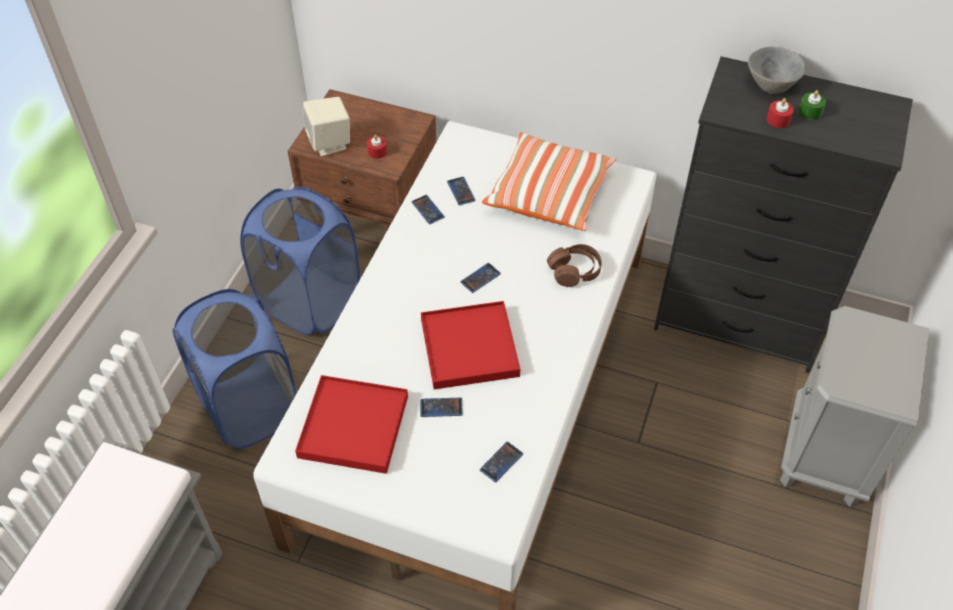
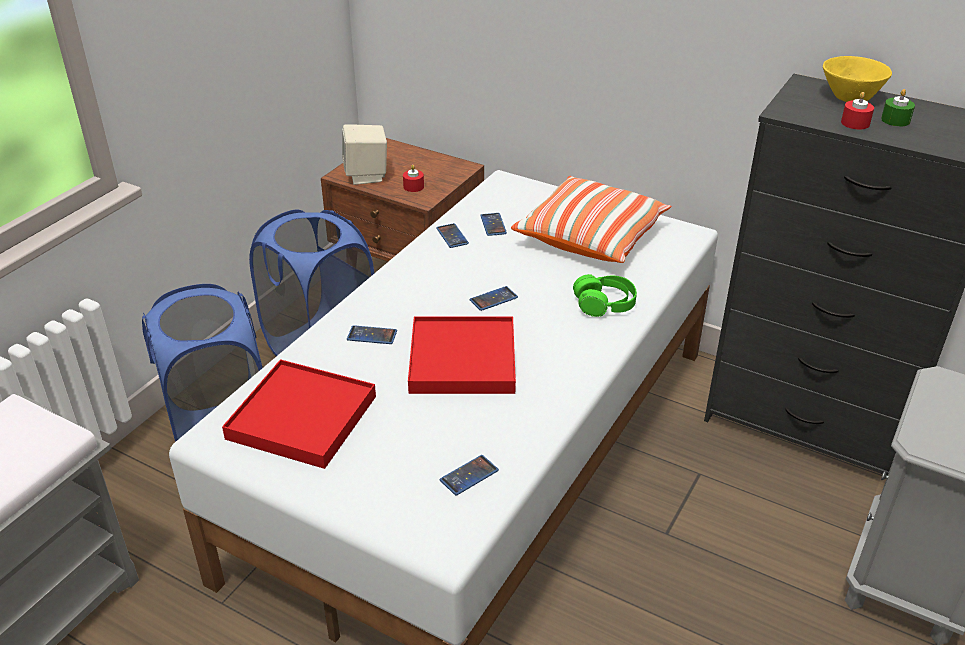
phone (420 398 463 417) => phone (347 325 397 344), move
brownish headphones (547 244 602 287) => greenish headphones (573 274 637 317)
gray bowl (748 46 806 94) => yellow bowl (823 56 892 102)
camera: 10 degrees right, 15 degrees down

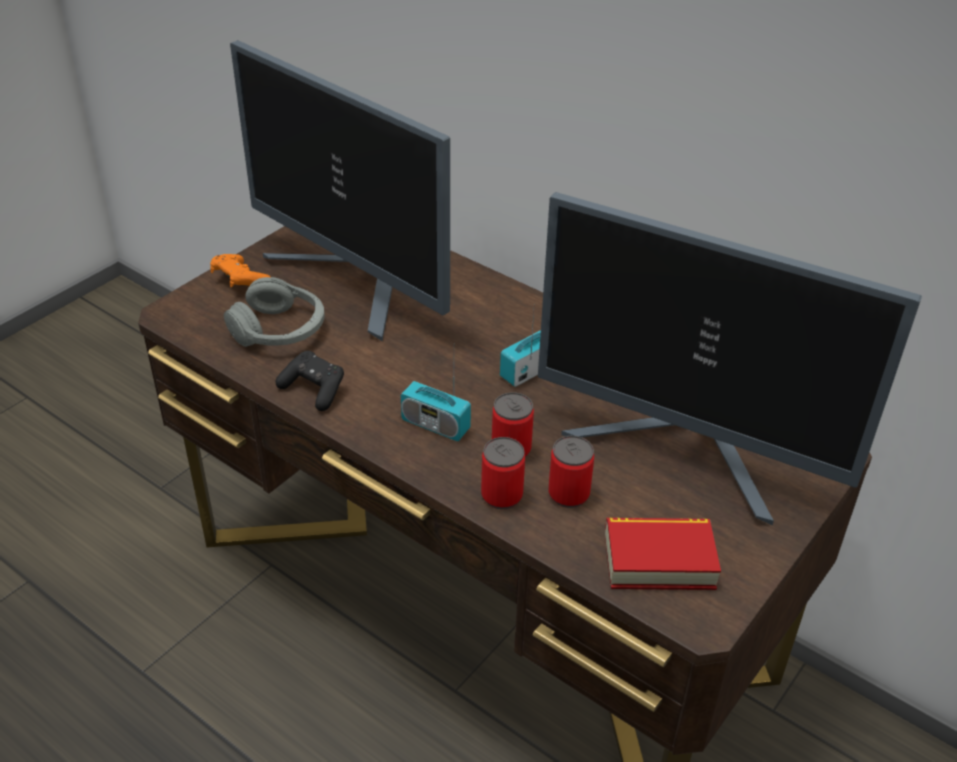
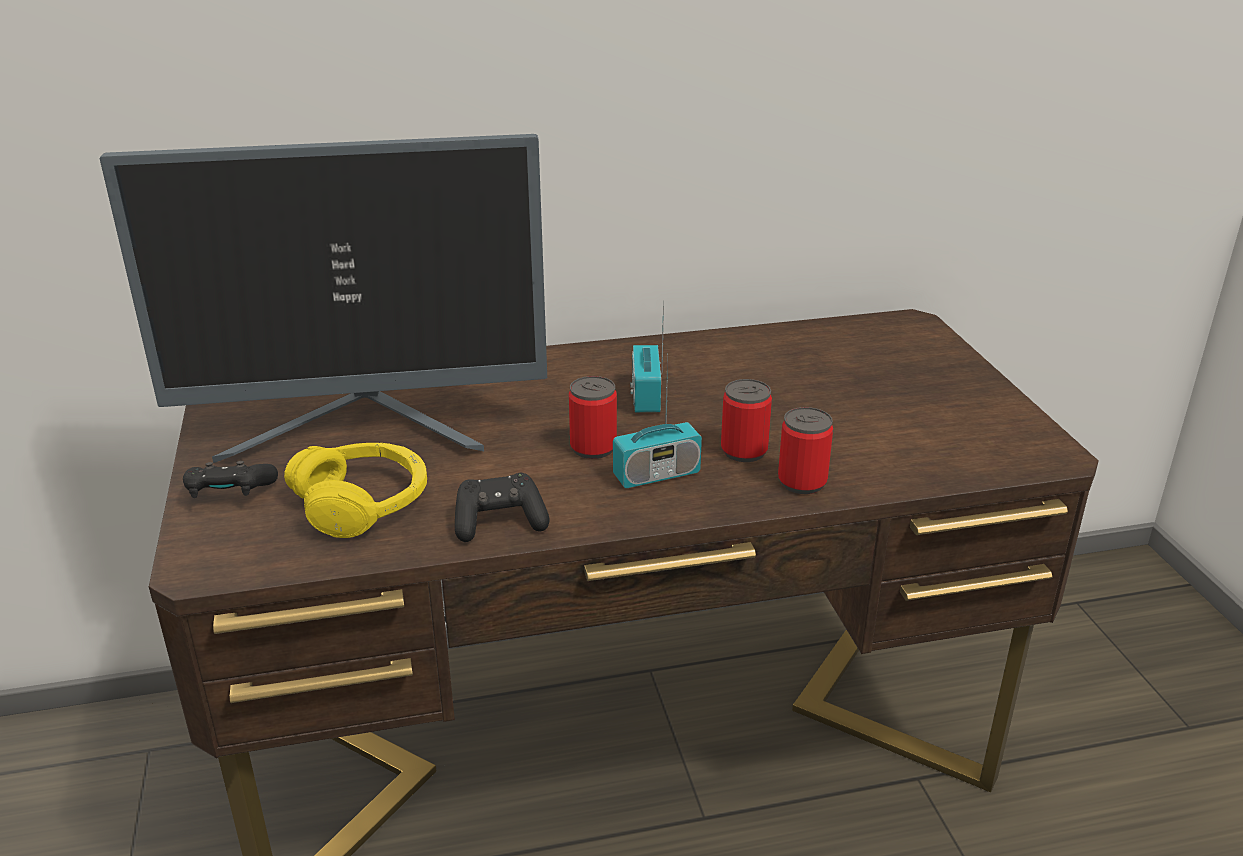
orange-coloured game controller (210 254 270 287) => black-coloured game controller (183 461 278 498)
gray headphones (224 277 325 347) => yellow headphones (284 443 427 538)
can (548 436 594 508) => can (569 376 617 459), move
computer screen (538 192 922 525) => nothing
volume (605 518 721 590) => nothing
camera: 50 degrees left, 10 degrees down

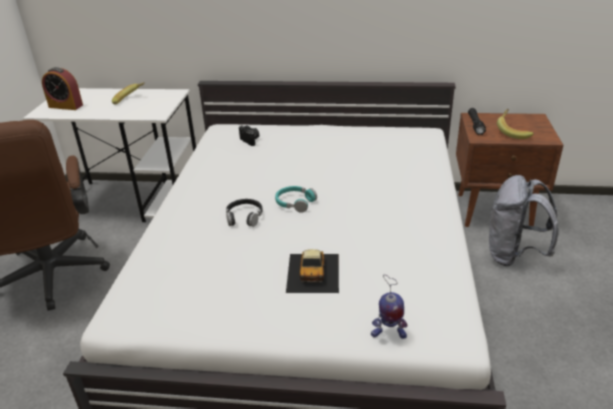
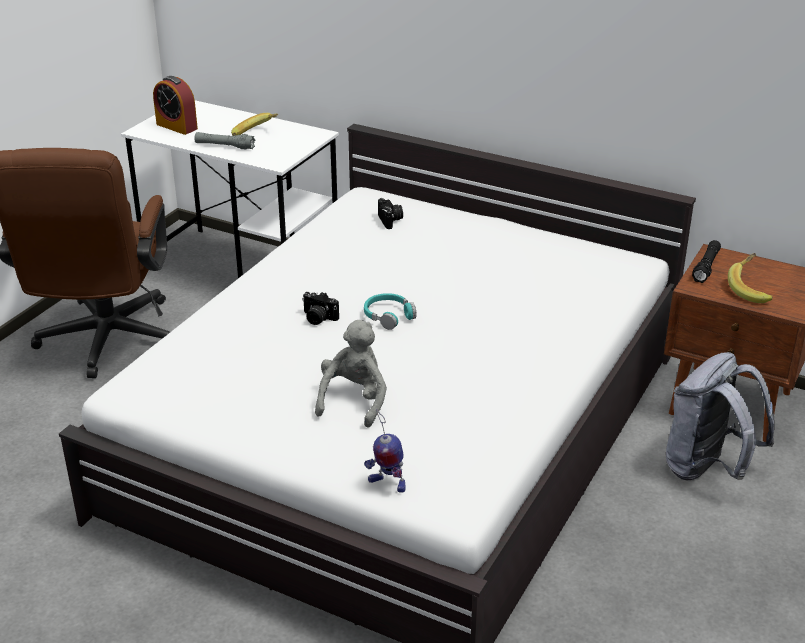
nothing => gray torch (194 132 255 150)
black-coloured headphones (226 199 263 227) => still camera (302 292 339 325)
model car (286 249 339 293) => gray cuddly toy (315 320 387 428)
camera: 20 degrees right, 0 degrees up

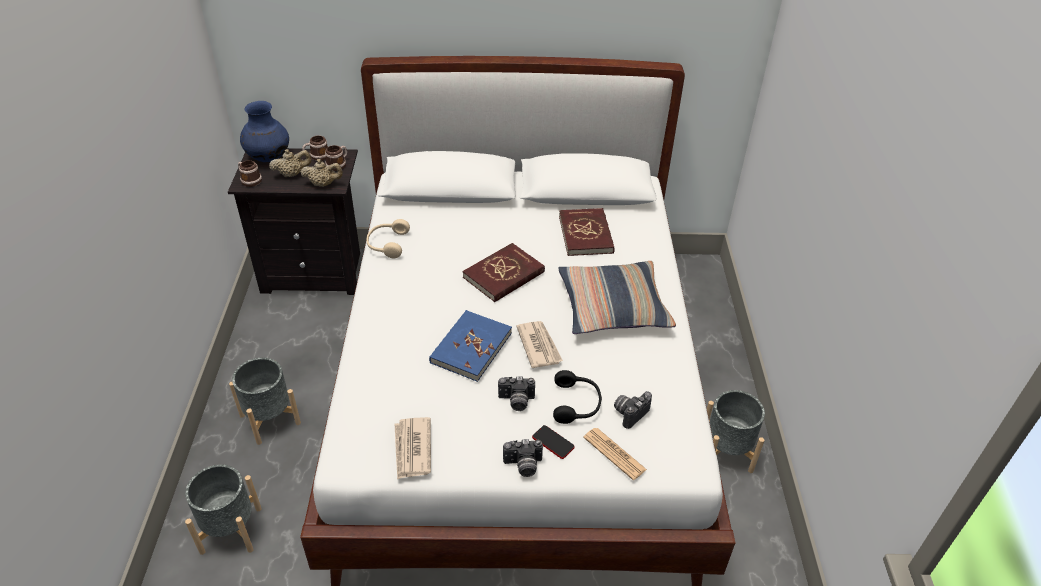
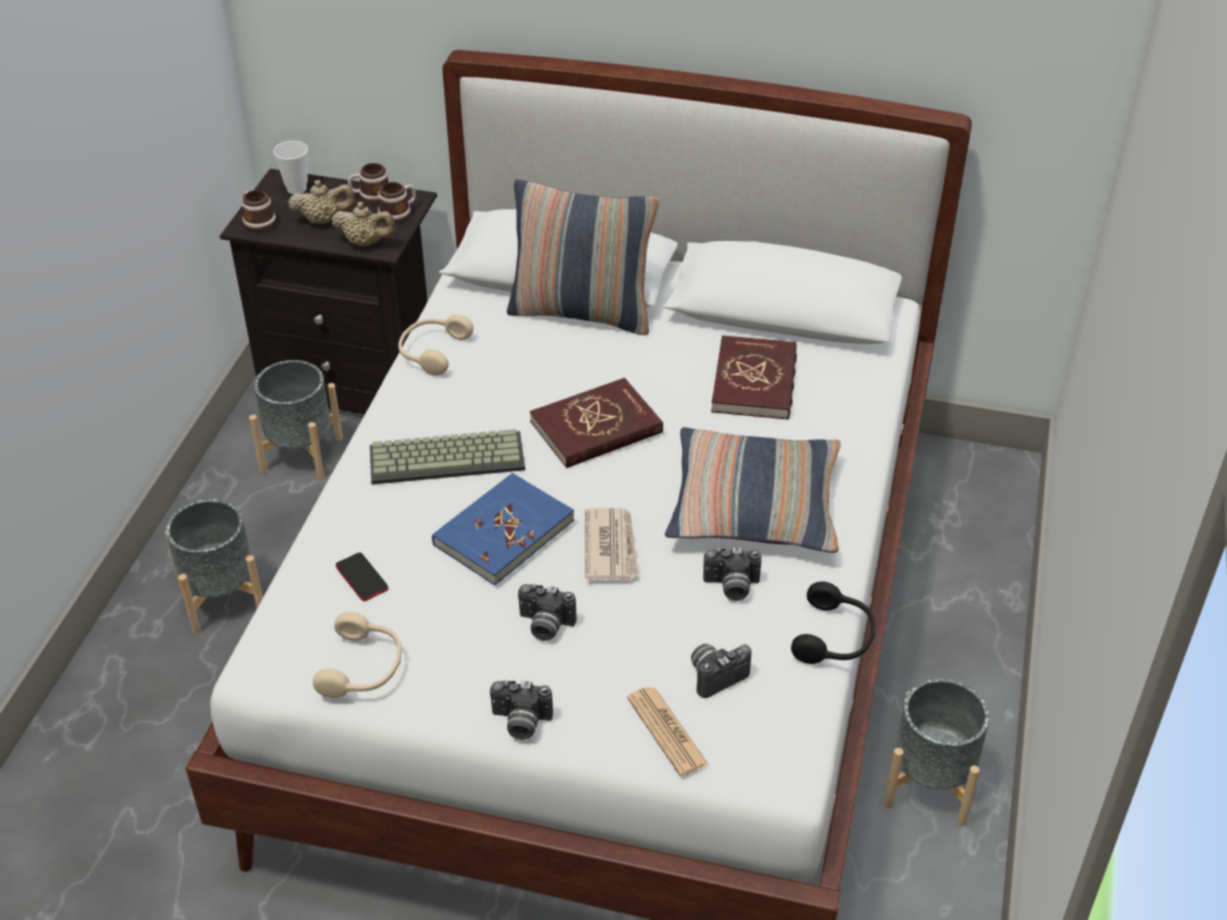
gray flower pot (185 465 262 555) => gray flower pot (249 360 343 481), move
blue flower vase (240 101 289 162) => drinking cup (273 141 308 194)
daily paper (395 417 431 480) => sand-coloured headphones (313 612 401 698)
phone (532 425 575 459) => phone (336 552 388 601), move
nothing => computer keyboard (370 429 525 484)
nothing => throw pillow (507 179 659 335)
nothing => still camera (703 547 761 601)
black-coloured headphones (553 370 602 424) => black-coloured headphones (791 581 875 664), move
camera: 15 degrees right, 0 degrees up

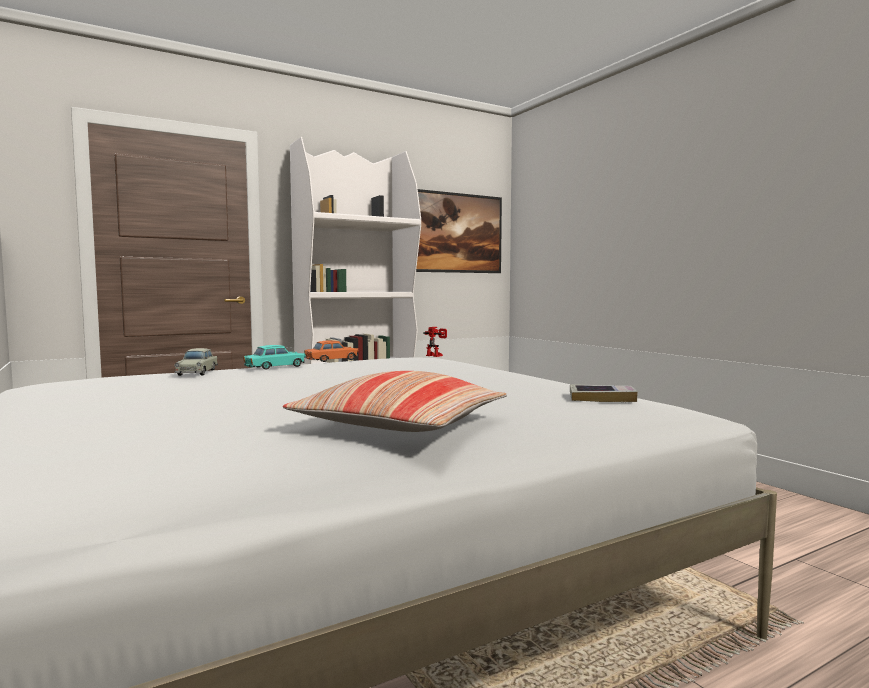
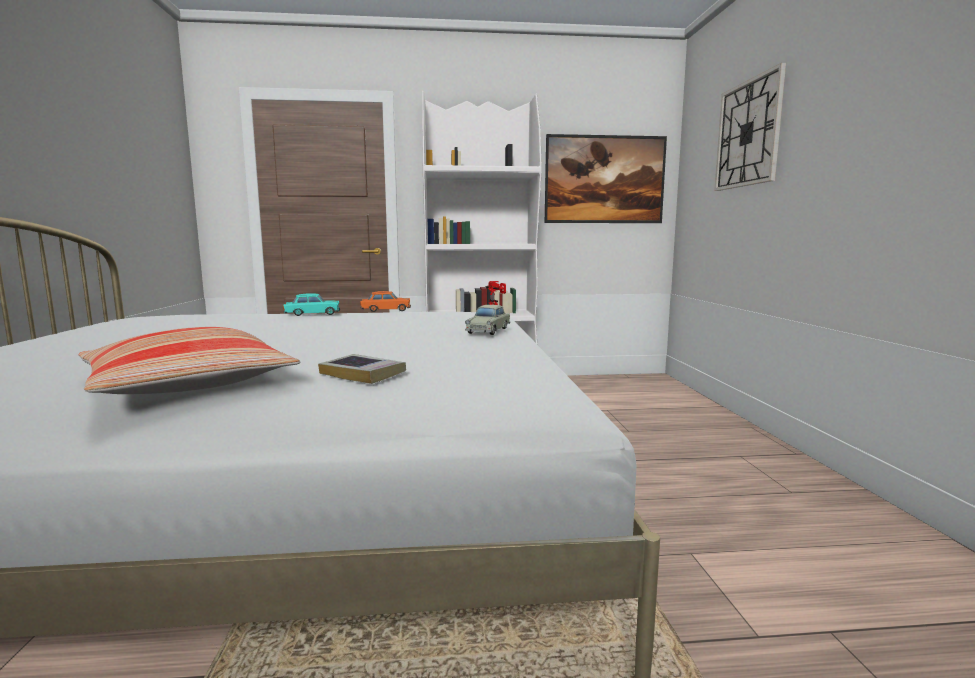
volume (570 384 638 402) => volume (318 354 406 384), move
sand-coloured model car (174 348 218 376) => sand-coloured model car (465 305 510 335), move
nothing => wall clock (714 63 786 191)
camera: 25 degrees right, 5 degrees up

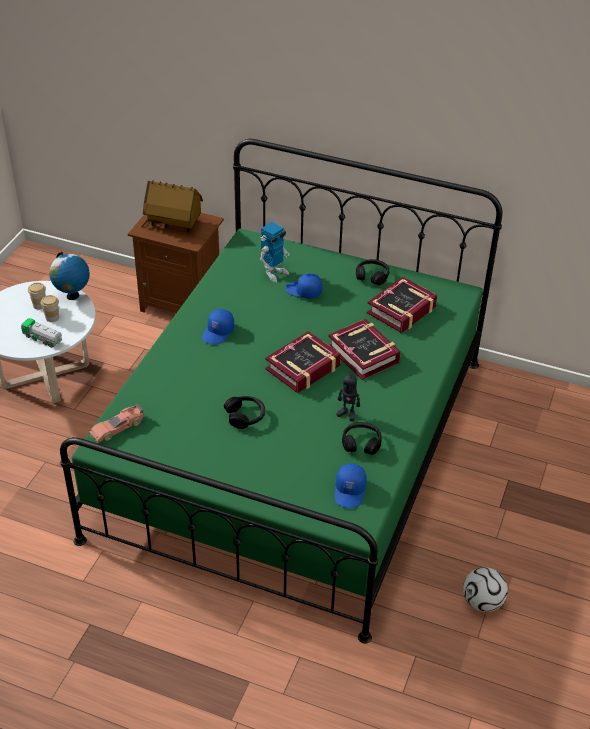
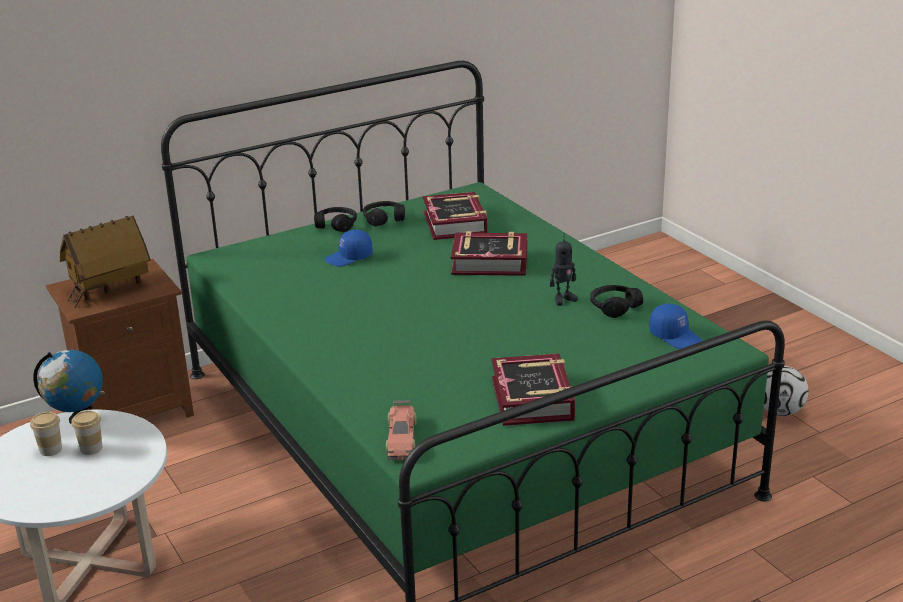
black-coloured headphones (224 396 265 429) => black-coloured headphones (314 207 357 232), move
volume (265 331 341 394) => volume (491 354 575 426), move
toy lorry (21 318 62 348) => nothing
blue cap (202 309 234 345) => nothing
toy robot (260 222 289 283) => nothing
camera: 50 degrees left, 15 degrees down

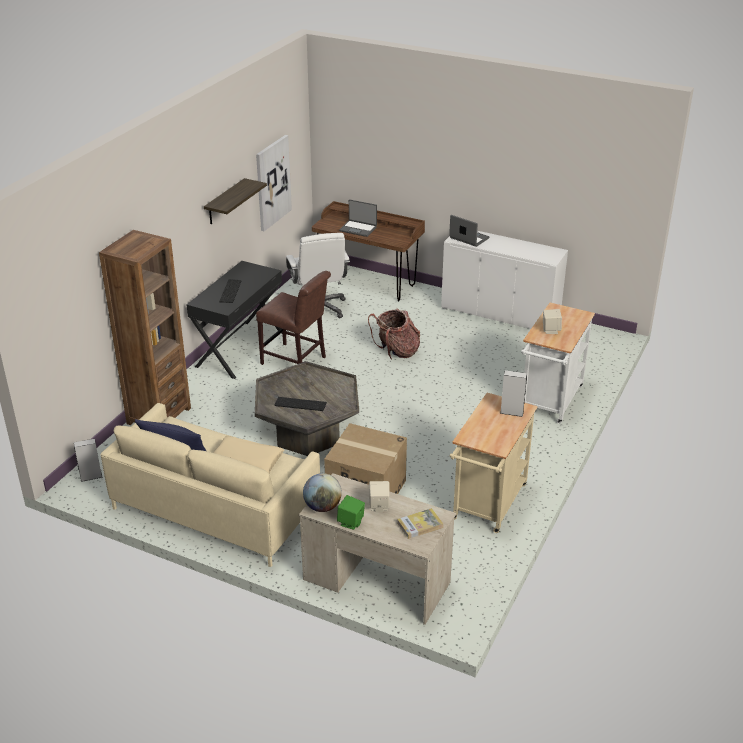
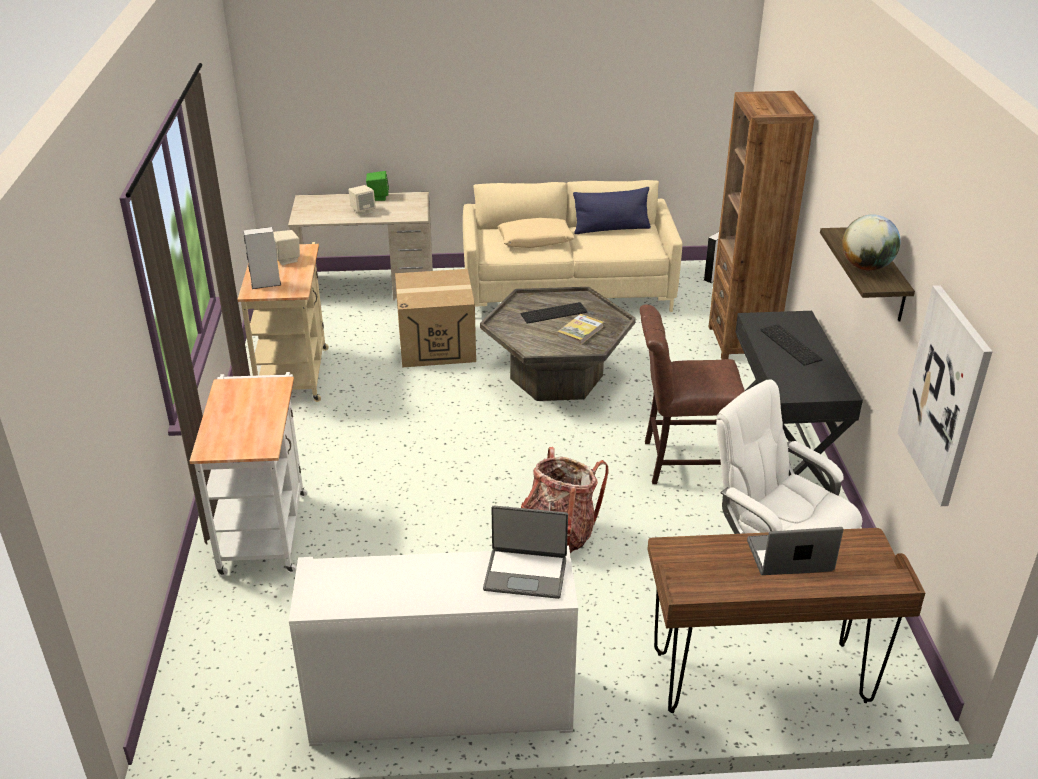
sand-coloured audio speaker (543 309 562 334) => sand-coloured audio speaker (273 230 300 265), move
volume (397 508 443 539) => volume (557 314 603 345), move
world globe (303 473 342 512) => world globe (842 214 901 270), move
camera: 150 degrees right, 0 degrees up

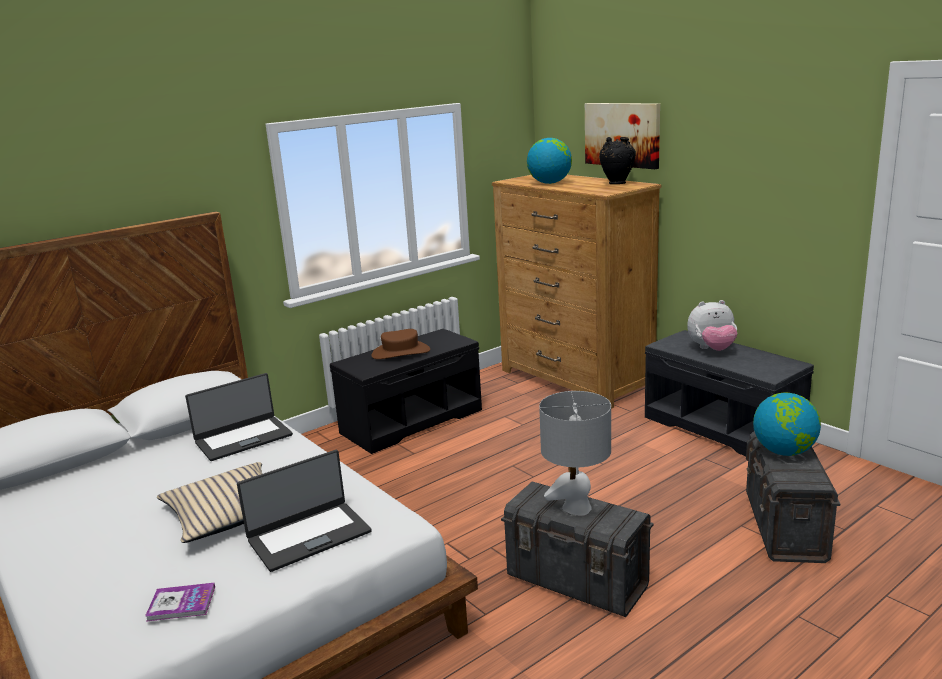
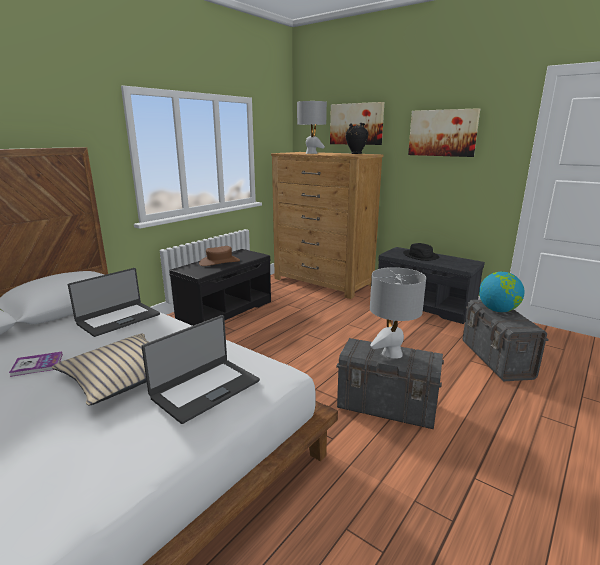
volume (145 583 215 622) => volume (9 352 63 377), move
world globe (527 138 572 184) => gray tabletop lamp (297 101 327 154)
cuddly toy (687 300 738 351) => black-coloured wearable hat (403 243 439 261)
nothing => wall picture (408 108 480 157)
camera: 15 degrees left, 0 degrees up

